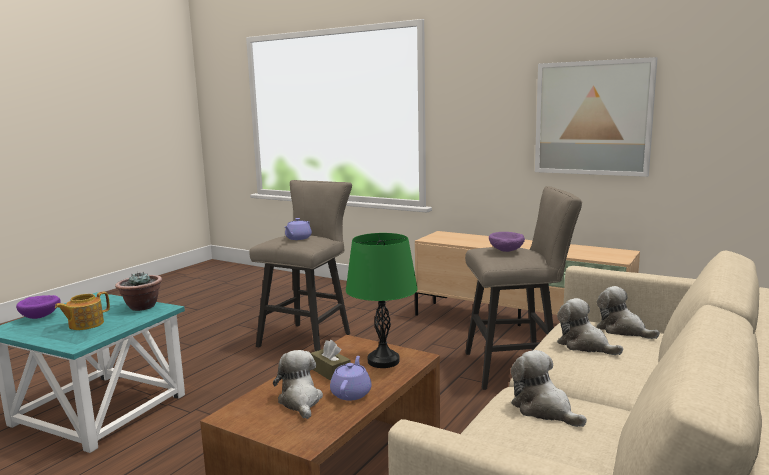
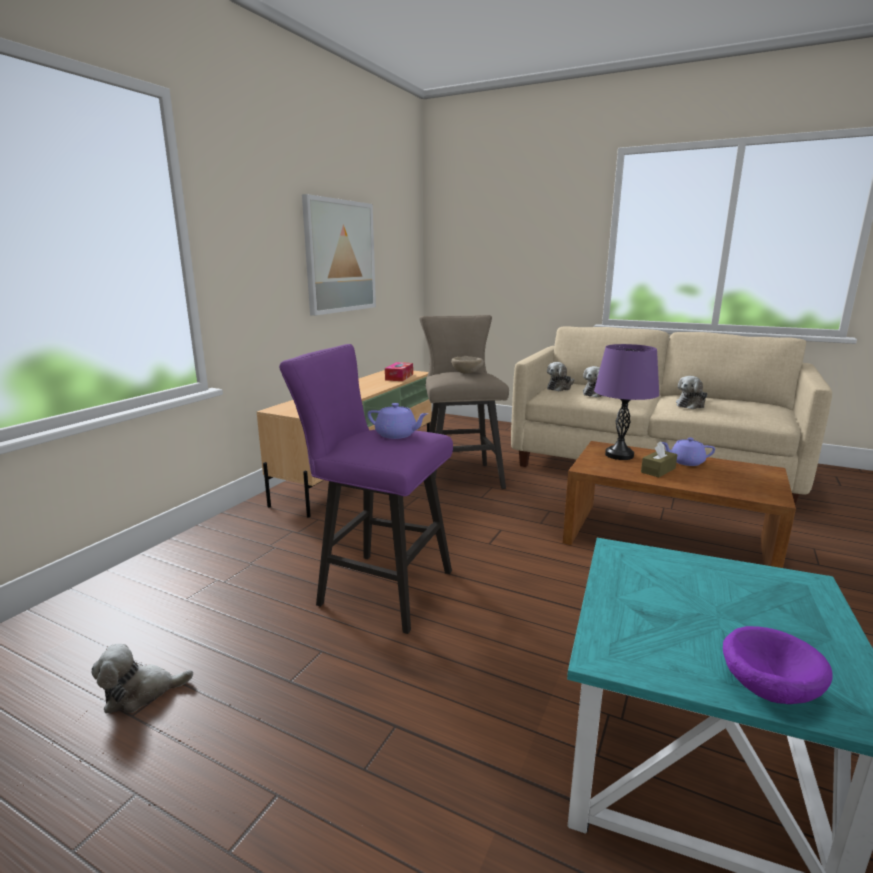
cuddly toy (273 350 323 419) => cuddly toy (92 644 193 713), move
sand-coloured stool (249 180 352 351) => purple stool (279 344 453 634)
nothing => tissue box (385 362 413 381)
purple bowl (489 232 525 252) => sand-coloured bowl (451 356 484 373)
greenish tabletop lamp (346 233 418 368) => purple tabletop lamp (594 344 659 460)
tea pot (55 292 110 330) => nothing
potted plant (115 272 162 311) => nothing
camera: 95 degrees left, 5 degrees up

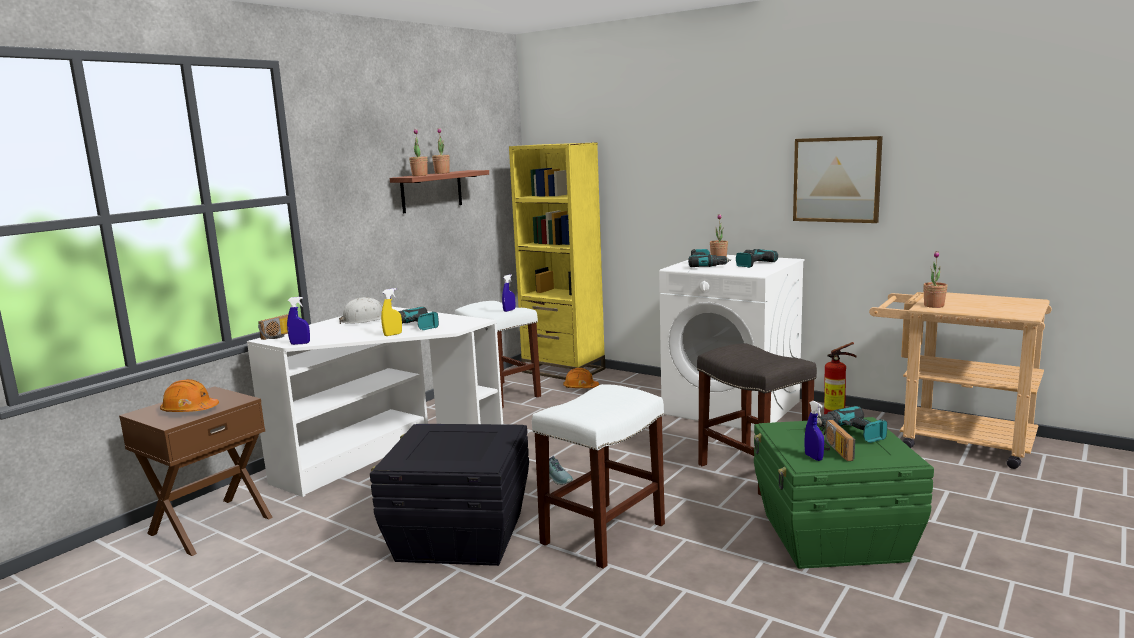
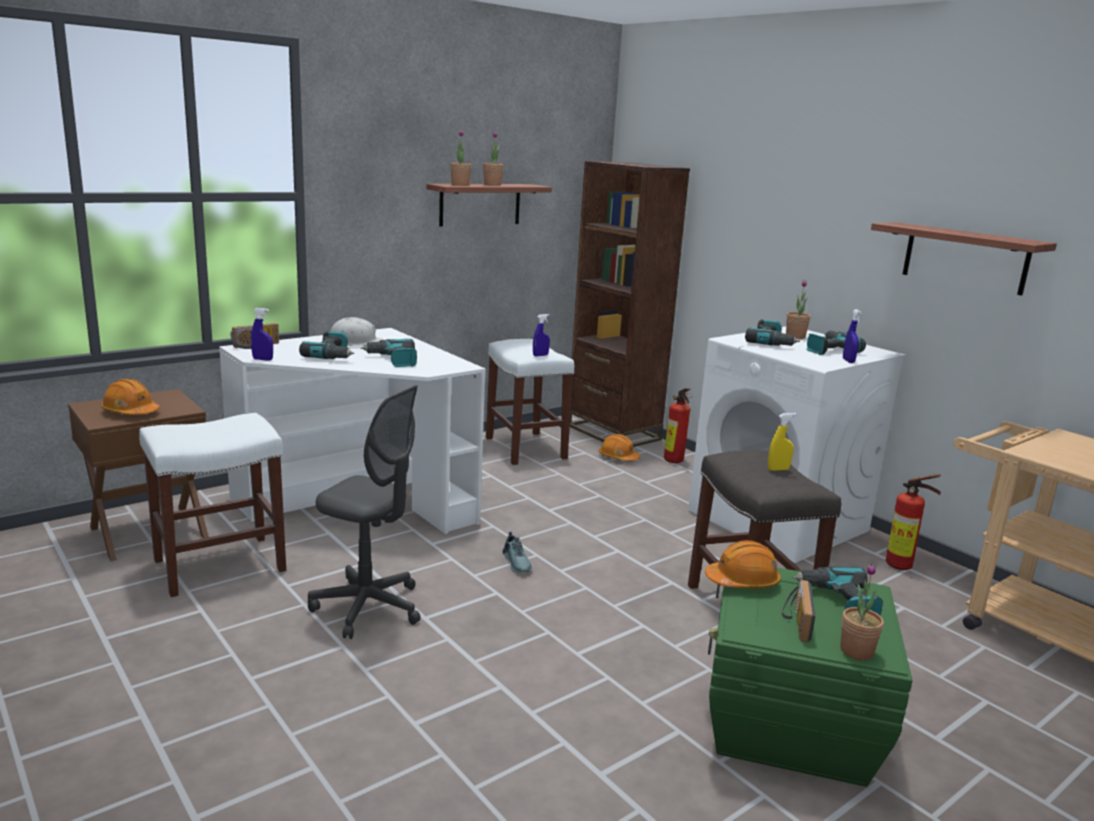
white-coloured stool (532 384 665 569) => white-coloured stool (139 413 286 597), move
nothing => electric drill (299 331 354 359)
black-coloured storage container (370 424 529 566) => gray desk chair (308 385 420 639)
yellow shelving unit (509 142 605 380) => brownish shelving unit (570 161 690 447)
nothing => fire-fighting cylinder (664 388 692 463)
nothing => orange-coloured hard hat (705 540 781 588)
yellow hand sprayer (381 288 402 336) => yellow hand sprayer (768 413 796 471), move
potted plant (923 251 948 308) => potted plant (840 562 884 660), move
blue hand sprayer (805 401 824 461) => blue hand sprayer (843 309 861 363), move
wall picture (793 136 883 223) => bracket shelf (871 222 1057 296)
camera: 15 degrees right, 5 degrees up

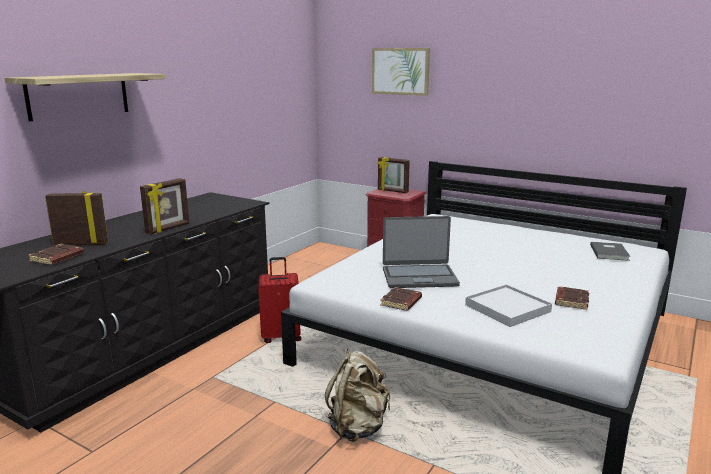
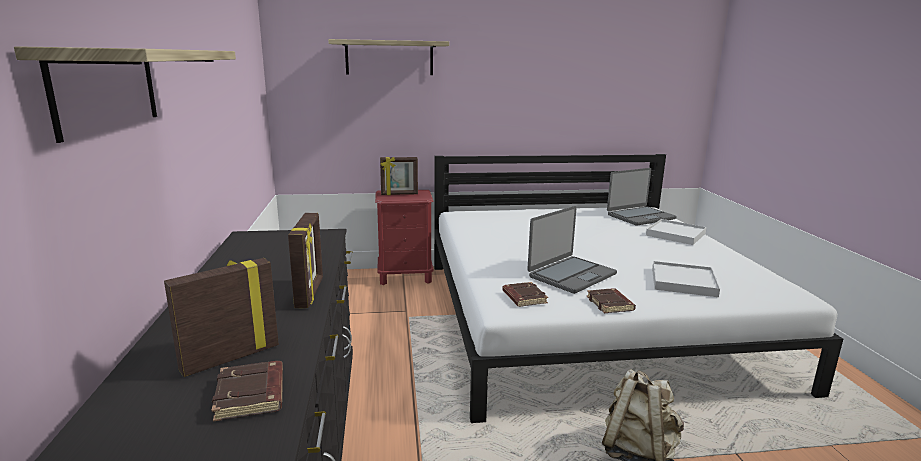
wall picture (372 48 430 96) => bracket shelf (328 39 449 75)
brownish volume (555 287 589 310) => brownish volume (503 282 548 307), move
gray volume (590 242 630 261) => portable computer (607 168 677 225)
nothing => white-coloured serving tray (646 219 707 245)
red piece of luggage (258 257 301 343) => nothing
camera: 40 degrees left, 0 degrees up

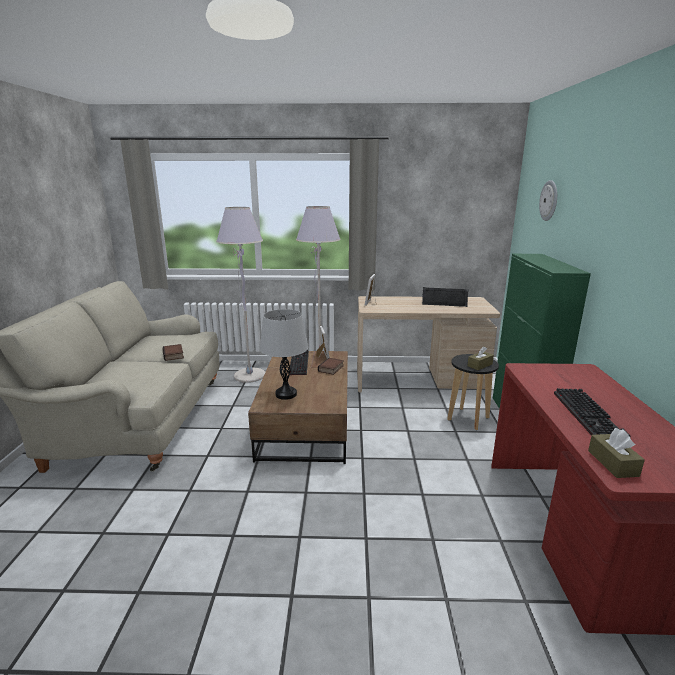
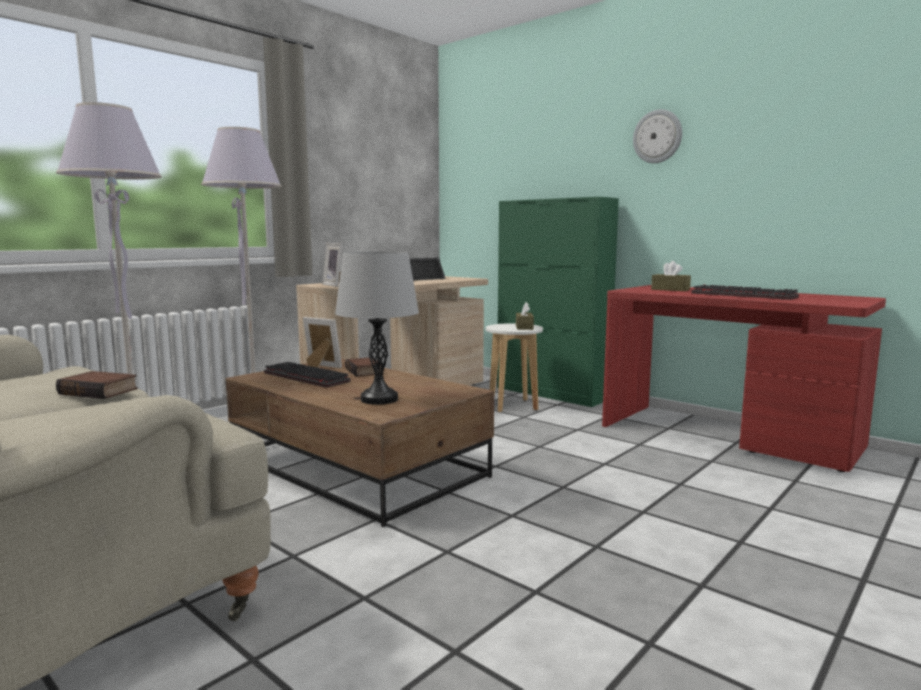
black-coloured stool (447 354 499 430) => white-coloured stool (486 323 543 413)
wall clock (539 180 557 221) => wall clock (633 109 682 163), move
brownish tissue box (588 428 645 478) => brownish tissue box (651 261 691 291), move
camera: 50 degrees left, 10 degrees down

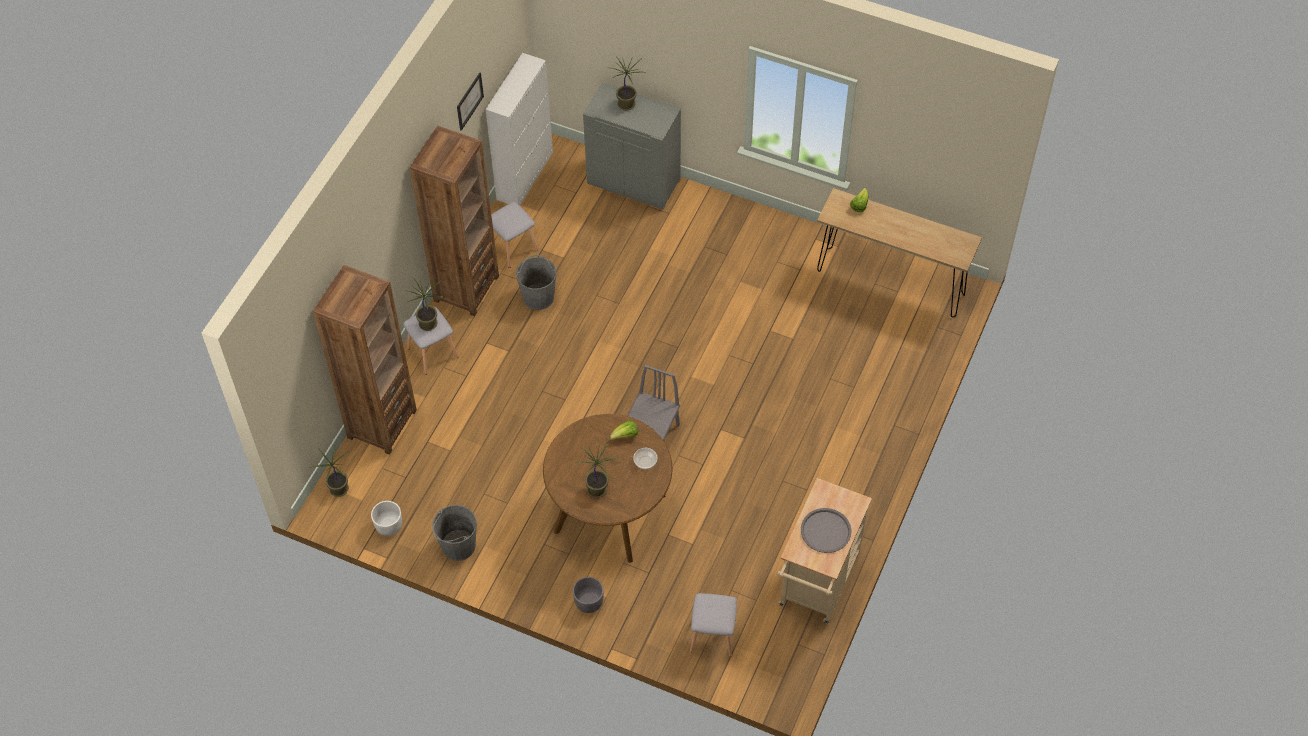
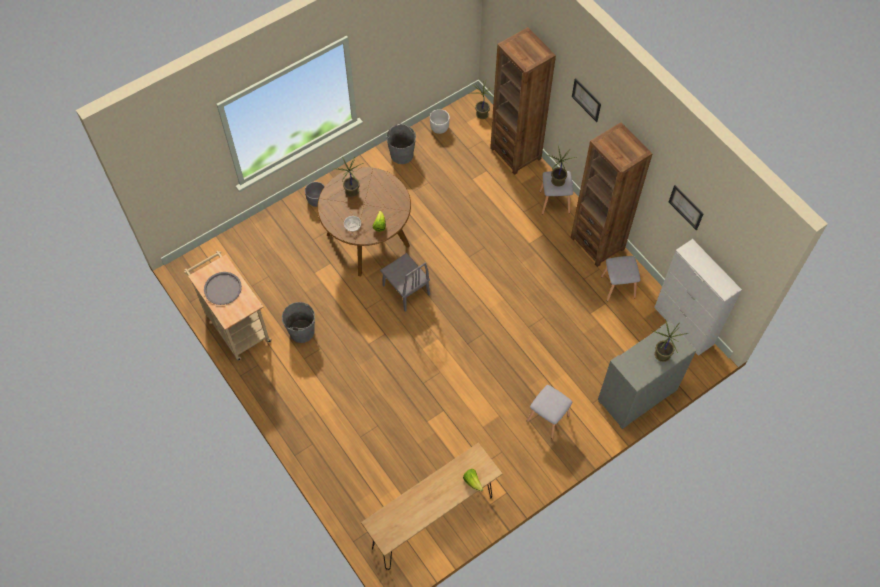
gray bucket (516 255 556 310) => gray bucket (282 302 315 343), move
gray stool (690 593 737 657) => gray stool (527 385 573 439), move
nothing => wall picture (572 78 601 122)
camera: 120 degrees right, 5 degrees up

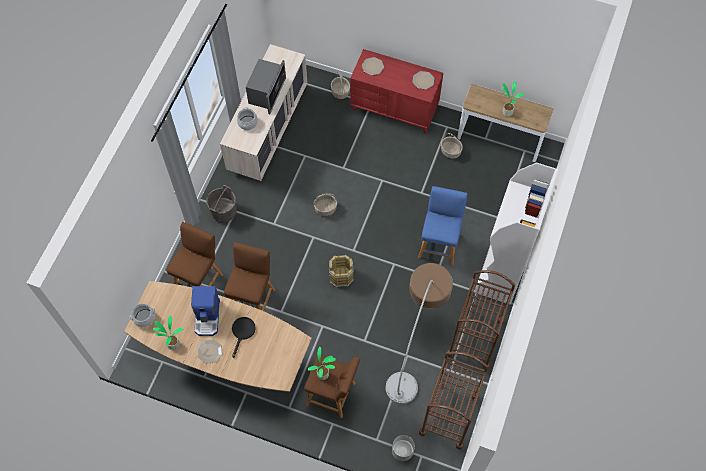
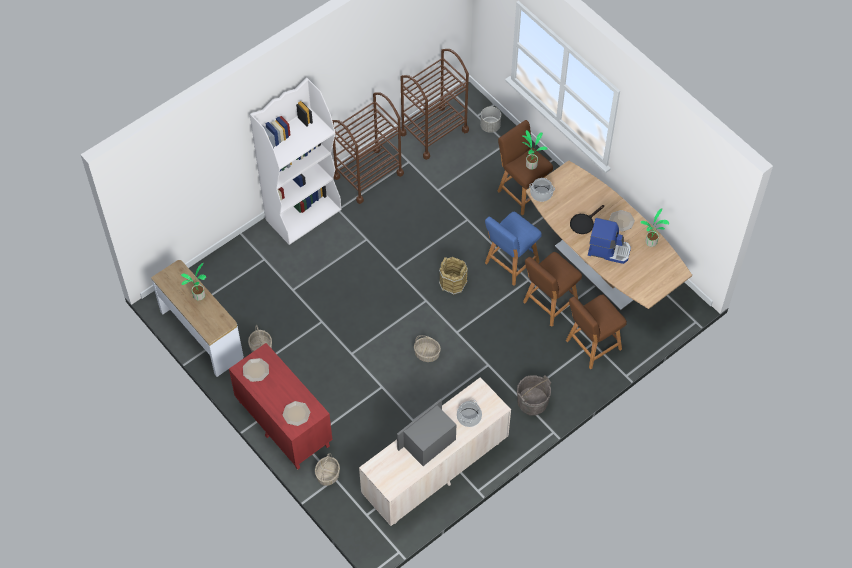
blue stool (418 186 468 266) => blue stool (485 212 542 286), move
stockpot (130 304 155 327) => stockpot (529 178 555 202), move
coffee machine (191 286 220 336) => coffee machine (588 218 631 264), 75 degrees clockwise
standard lamp (386 263 453 404) => nothing
camera: 150 degrees left, 5 degrees down

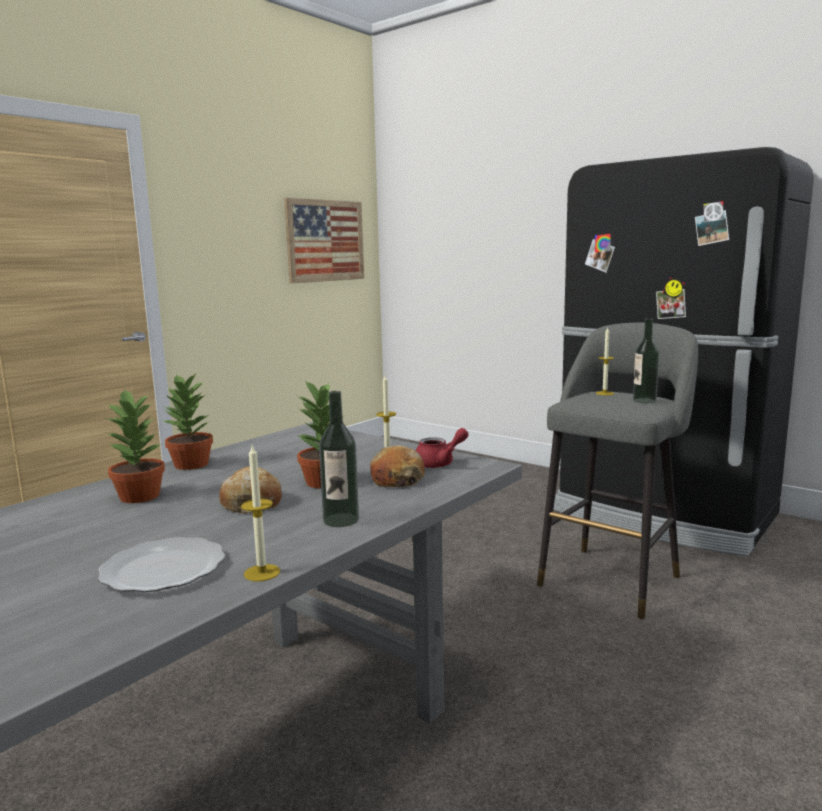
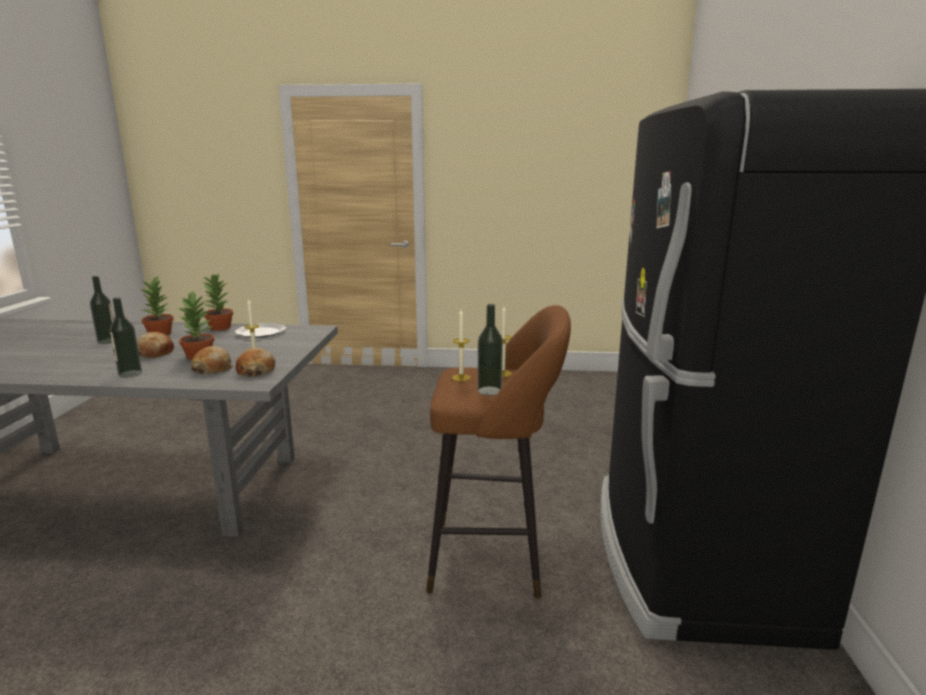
nothing => bottle (90 276 114 344)
flat dish (98 537 225 592) => flat dish (235 323 286 338), move
red tea pot (415 428 468 468) => baked bread (236 348 275 377)
gray stool (537 323 698 619) => brownish stool (426 305 571 598)
wax light (241 446 280 582) => wax light (452 309 471 381), move
wall picture (284 198 364 283) => nothing
camera: 55 degrees right, 5 degrees up

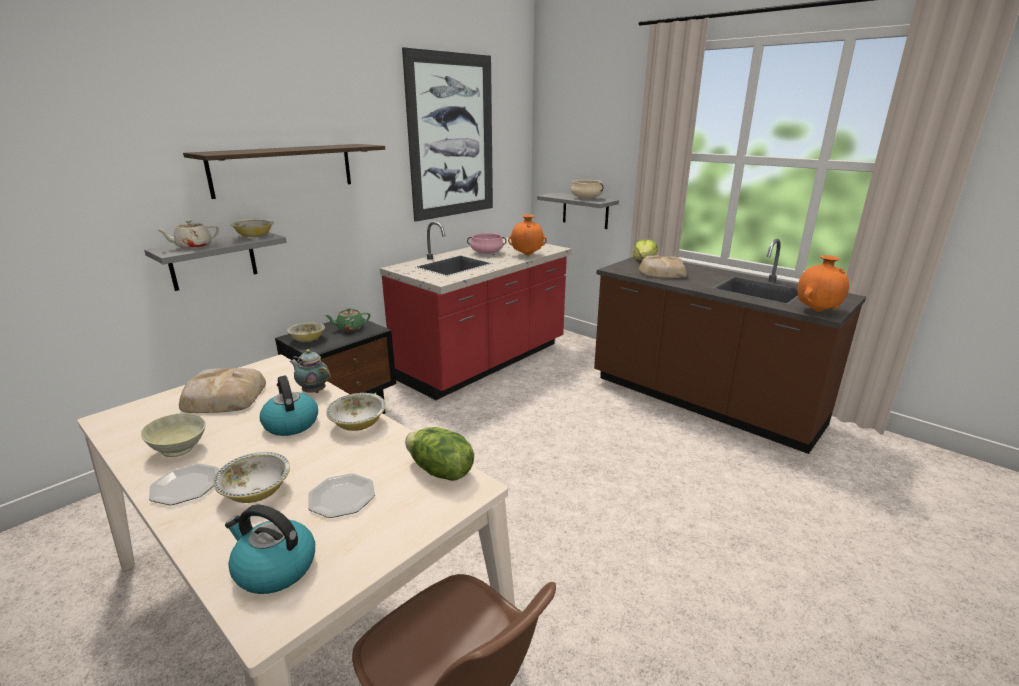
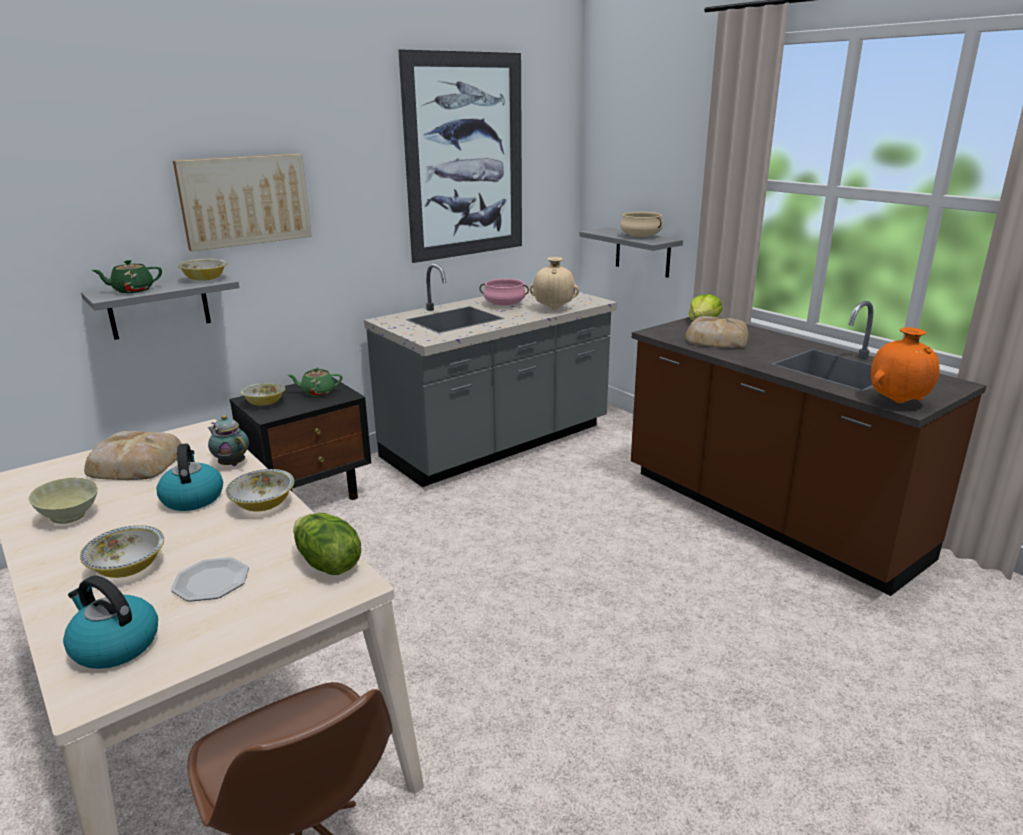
sand-coloured tea pot (156 220 219 249) => greenish tea pot (91 260 162 293)
bracket shelf (183 144 385 199) => wall picture (173 154 312 251)
red counter (380 221 572 400) => gray counter (364 263 617 487)
orange-coloured flower vase (508 214 547 256) => sand-coloured flower vase (530 257 579 310)
flat dish (149 463 219 505) => nothing
camera: 10 degrees right, 0 degrees up

